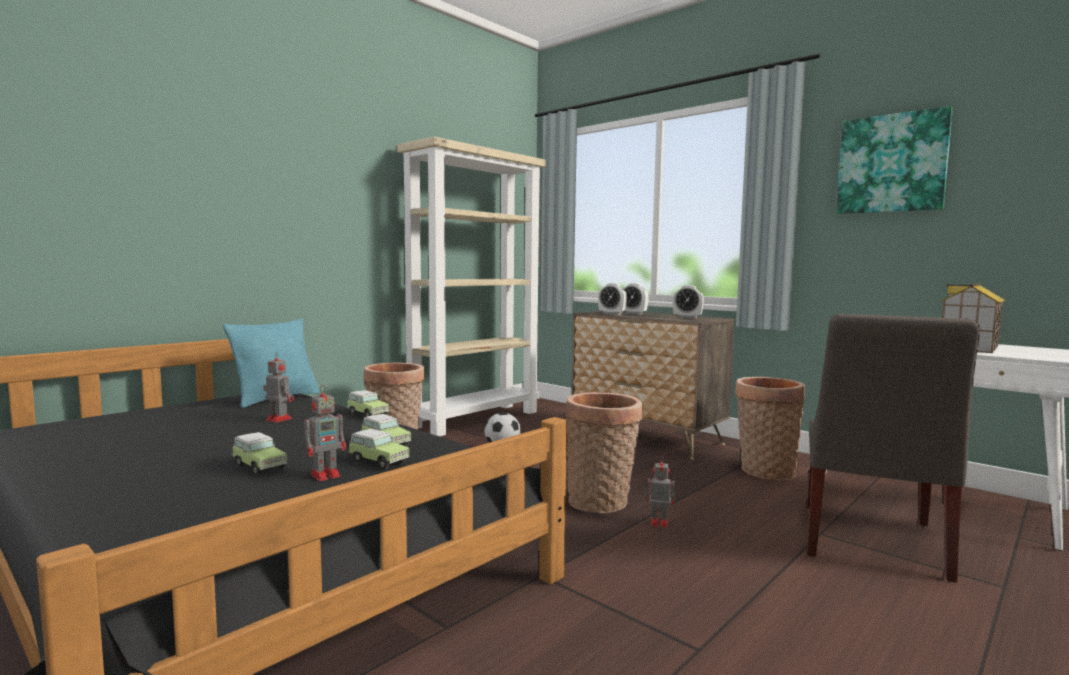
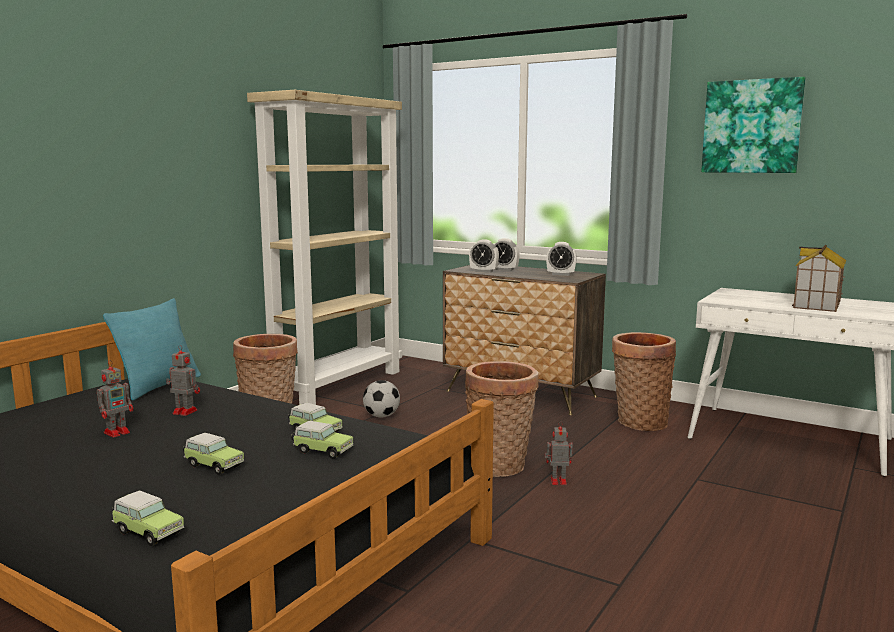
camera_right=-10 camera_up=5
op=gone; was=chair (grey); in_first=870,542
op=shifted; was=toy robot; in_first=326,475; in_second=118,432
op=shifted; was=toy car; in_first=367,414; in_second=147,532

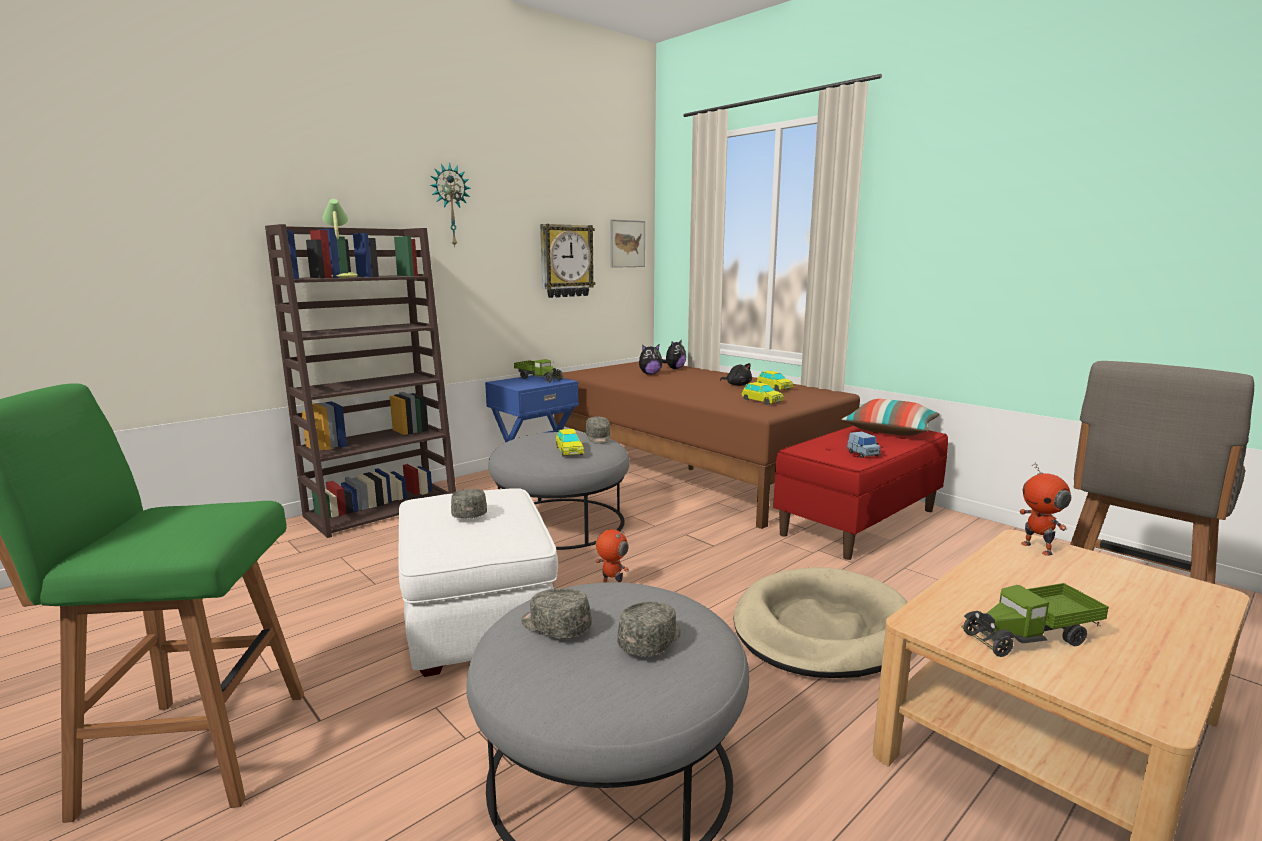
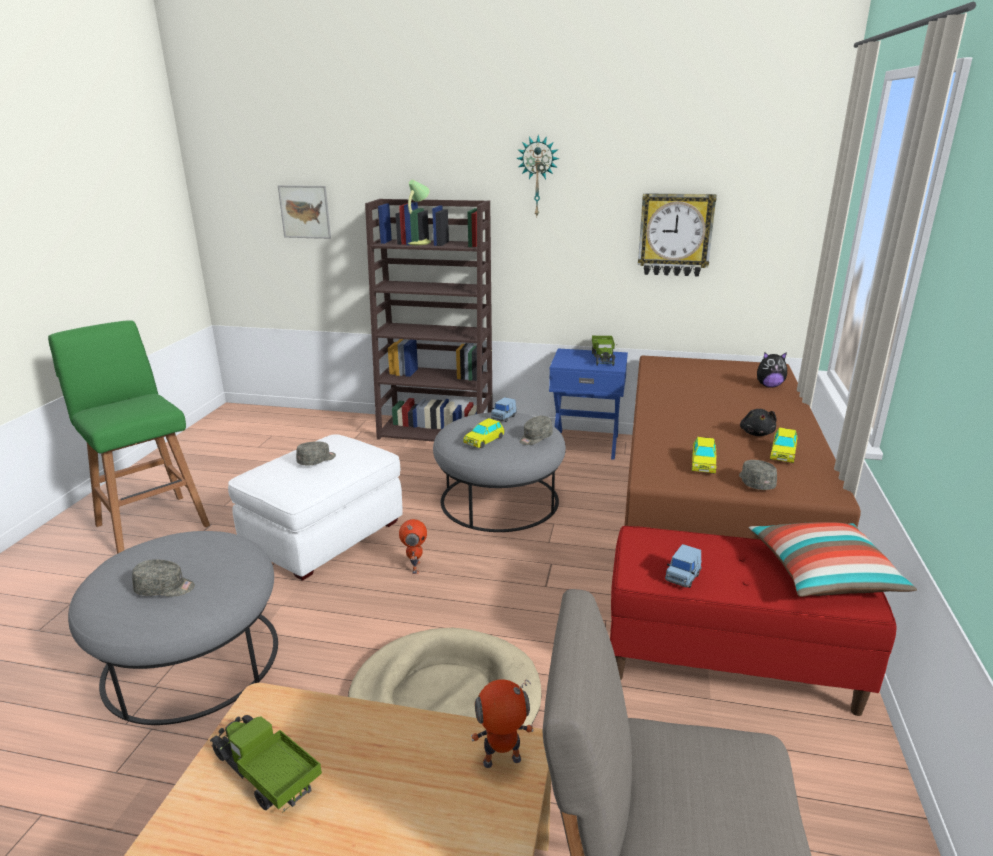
camera_right=55 camera_up=10
op=shifted; was=picture; in_first=627,243; in_second=305,212
op=gone; was=plush toy; in_first=650,374
op=rotated; was=toy robot; in_first=1038,548; in_second=502,762; clockwise=45
op=shifted; was=cap (grey); in_first=554,626; in_second=755,482
op=new; now=toy car (blue); in_second=503,417

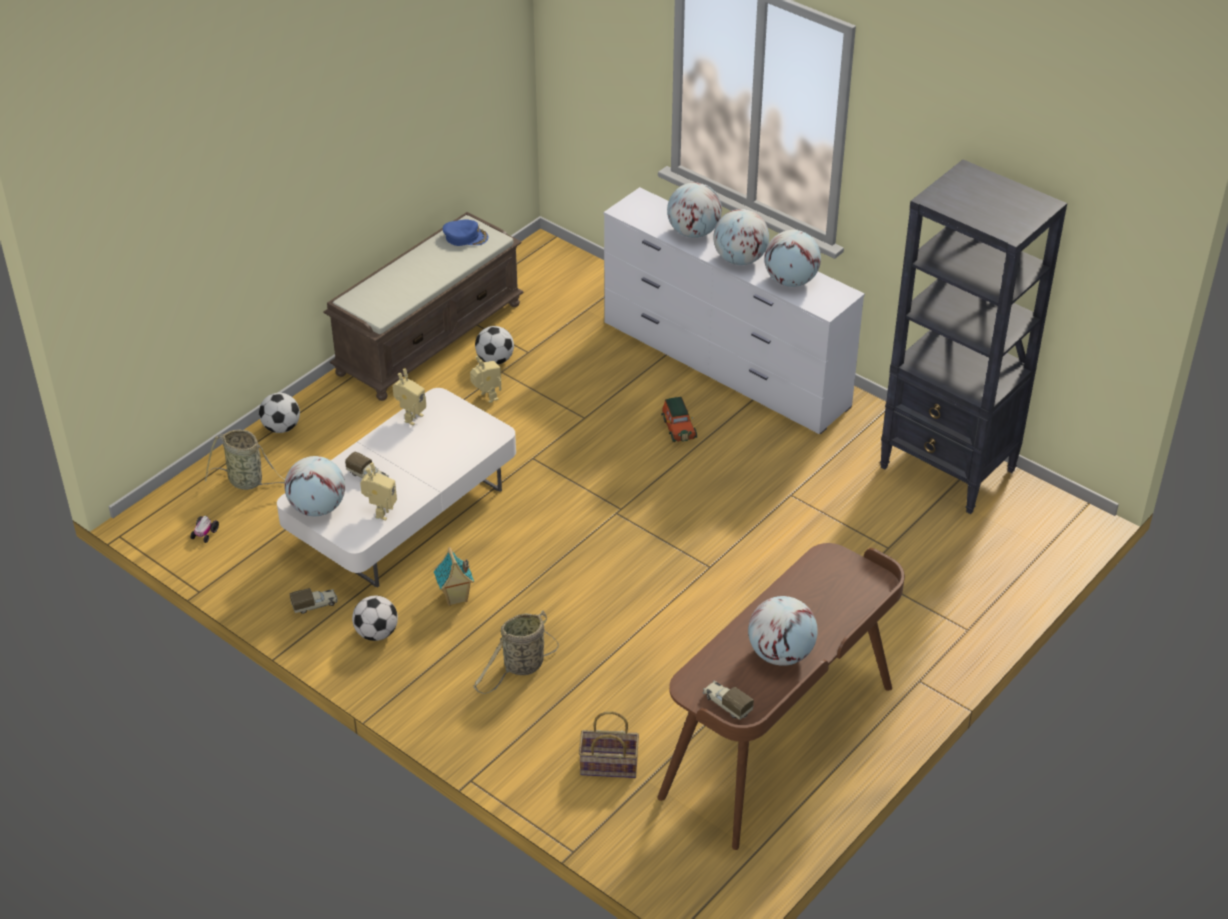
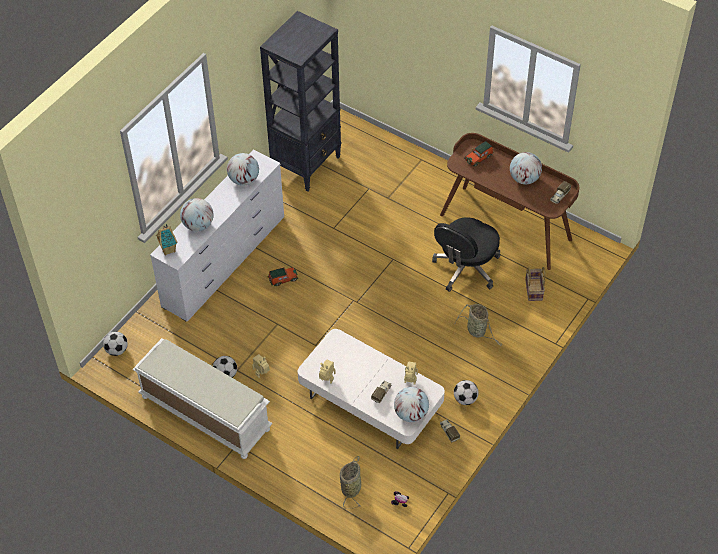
camera_right=-95 camera_up=10
op=gone; was=globe; in_first=740,259
op=repainted; was=bench (brown); now=bench (white); in_first=429,337; in_second=204,413
op=gone; was=cap (blue); in_first=465,237
op=shifted; was=football; in_first=281,427; in_second=117,350
op=shifted; was=toy house; in_first=455,598; in_second=169,250
op=new; now=toy car; in_second=479,158
op=new; now=office chair (black); in_second=465,268

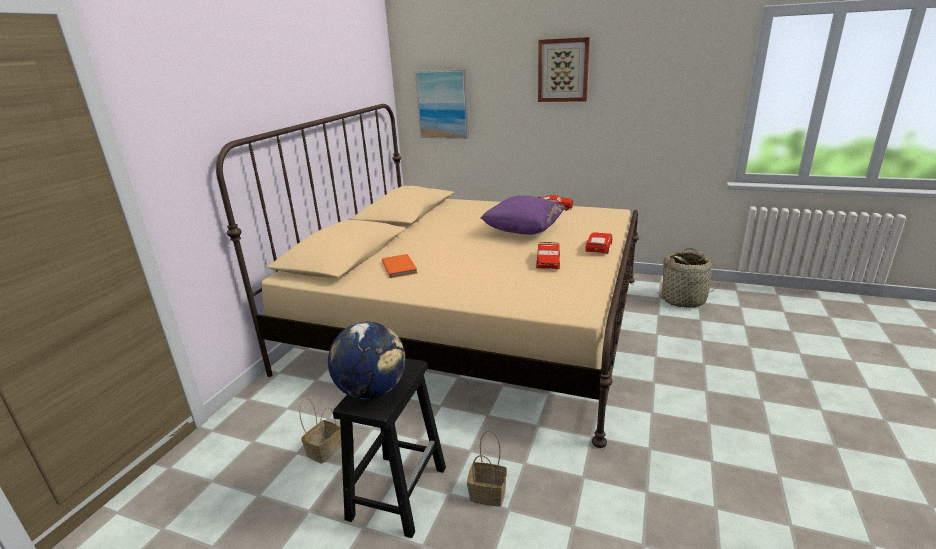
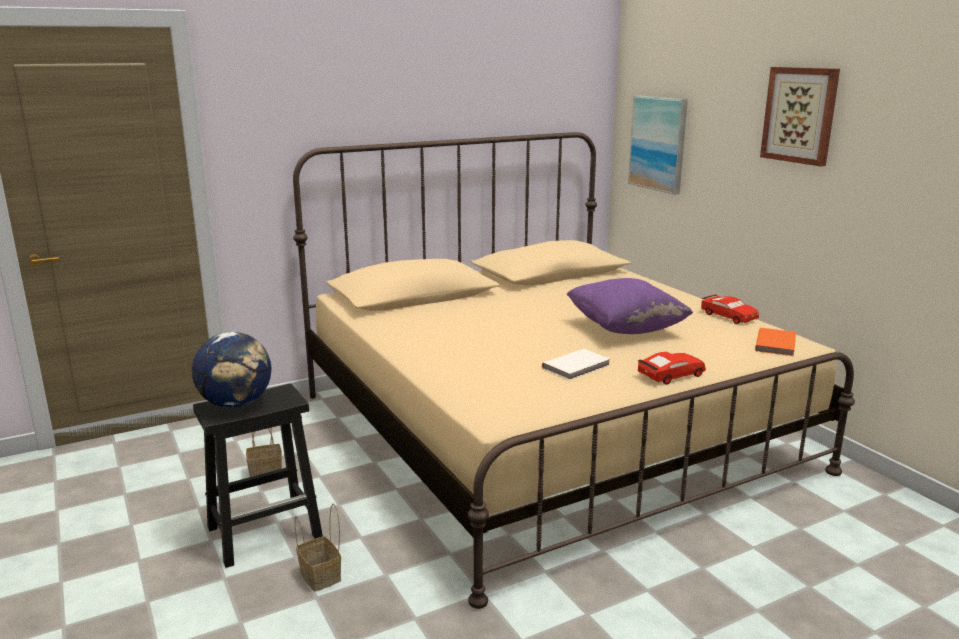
camera_right=40 camera_up=-5
op=swapped; was=toy car (red); now=book (white); in_first=548,262; in_second=578,367
op=gone; was=basket; in_first=684,299
op=shifted; was=book (orange); in_first=400,267; in_second=777,344

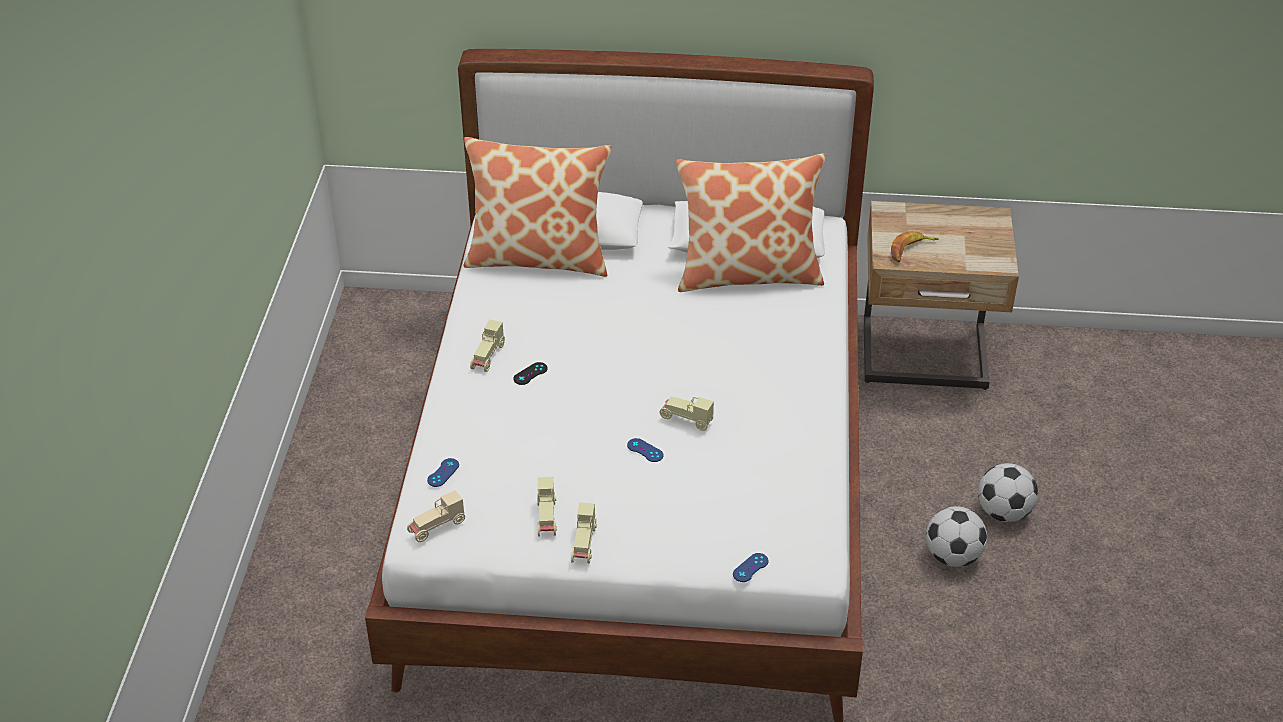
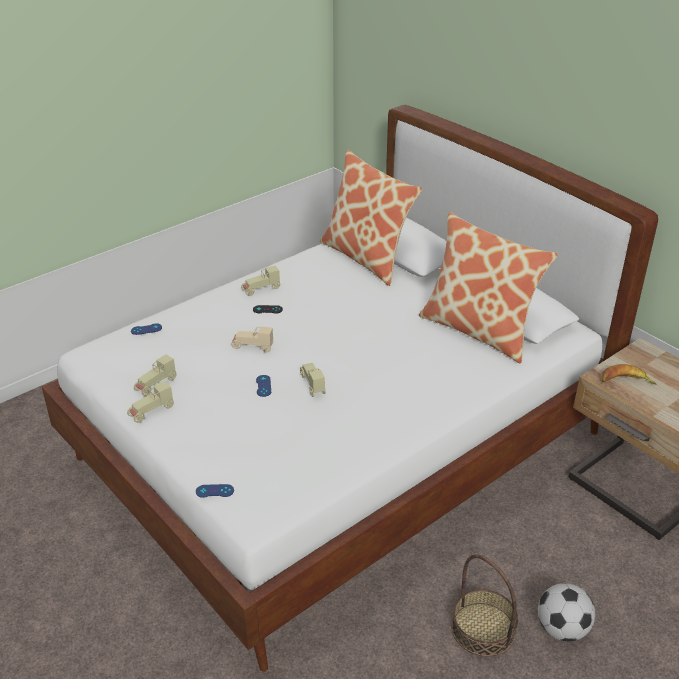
camera_right=45 camera_up=-5
op=shifted; was=toy car (beige); in_first=437,527; in_second=252,347
op=swapped; was=football; now=basket; in_first=952,556; in_second=483,629

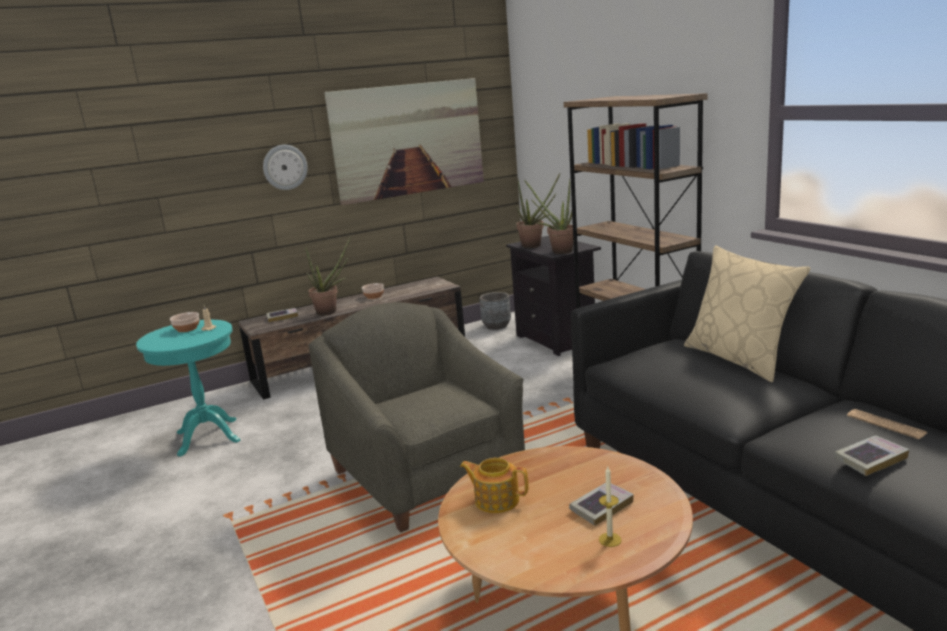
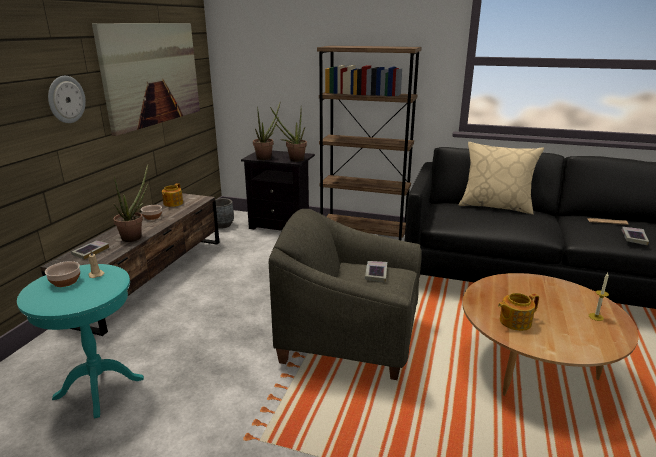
camera_right=-45 camera_up=5
op=shifted; was=book; in_first=601,507; in_second=376,273
op=new; now=teapot; in_second=172,203

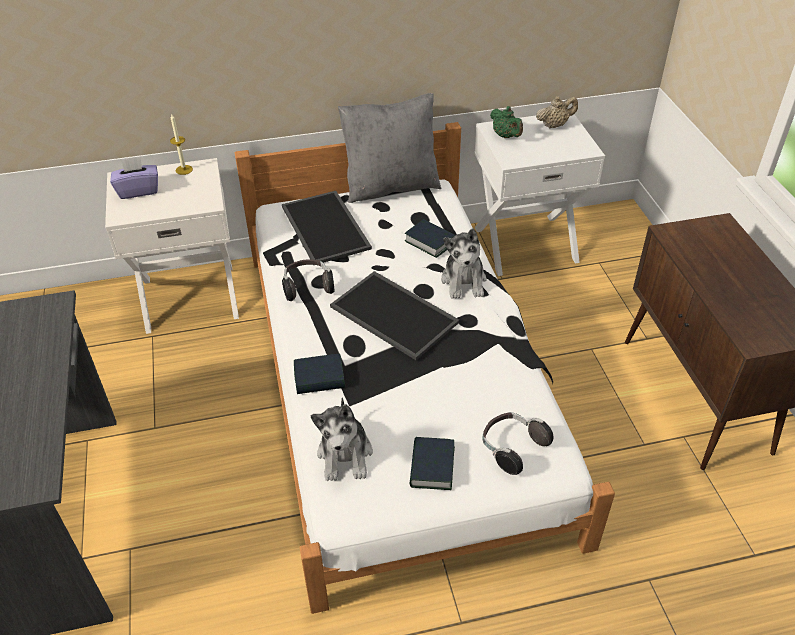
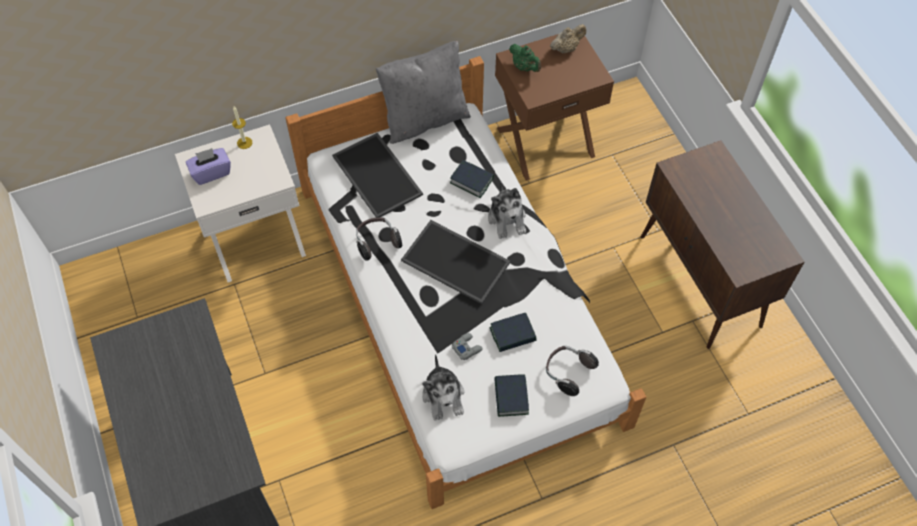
camera_right=-10 camera_up=15
op=repainted; was=nightstand (white); now=nightstand (brown); in_first=525,243; in_second=545,141
op=shifted; was=book; in_first=319,378; in_second=512,335
op=new; now=game controller (grey); in_second=466,348

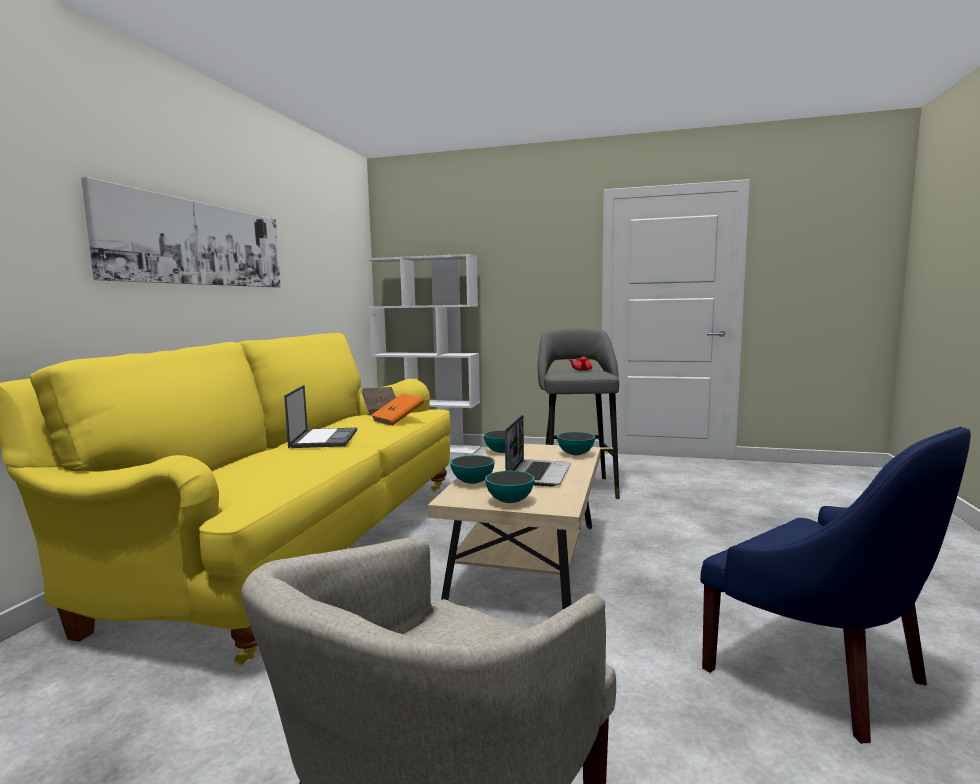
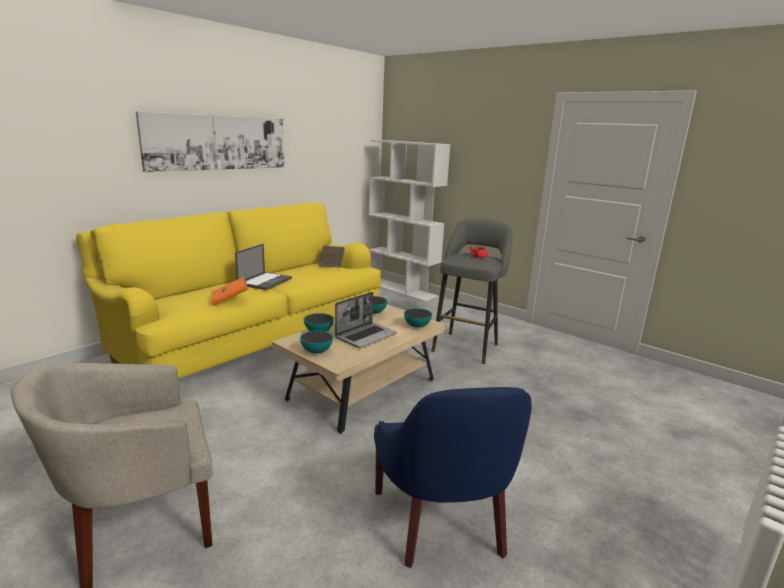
camera_right=25 camera_up=10
op=shifted; was=book (orange); in_first=398,420; in_second=229,300

